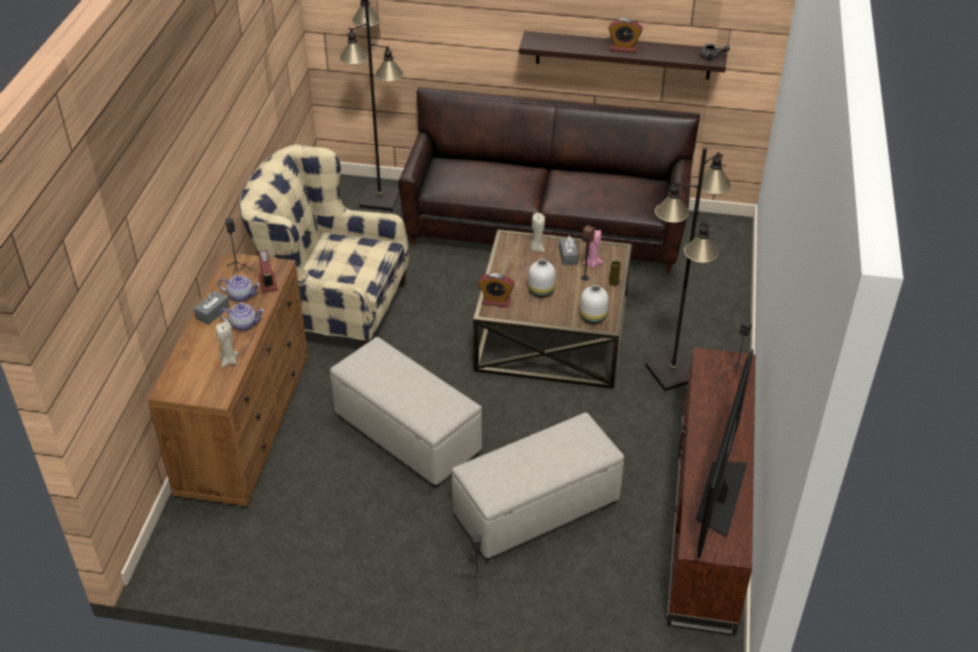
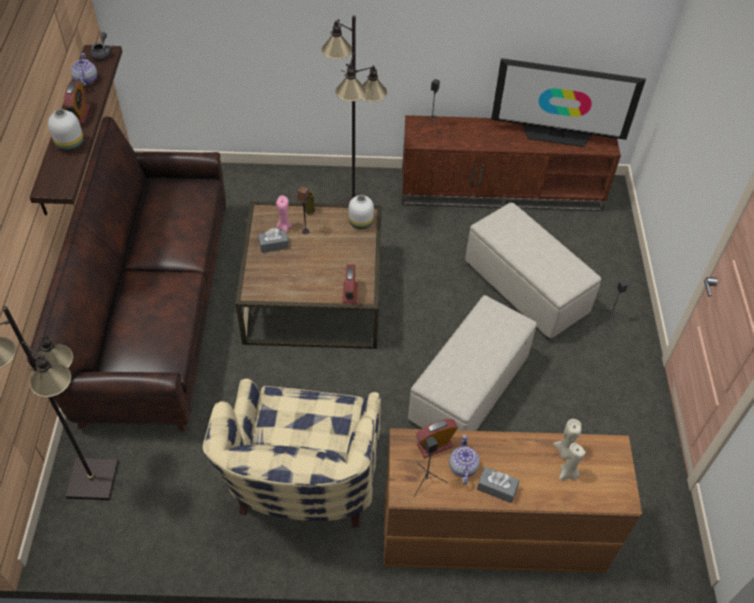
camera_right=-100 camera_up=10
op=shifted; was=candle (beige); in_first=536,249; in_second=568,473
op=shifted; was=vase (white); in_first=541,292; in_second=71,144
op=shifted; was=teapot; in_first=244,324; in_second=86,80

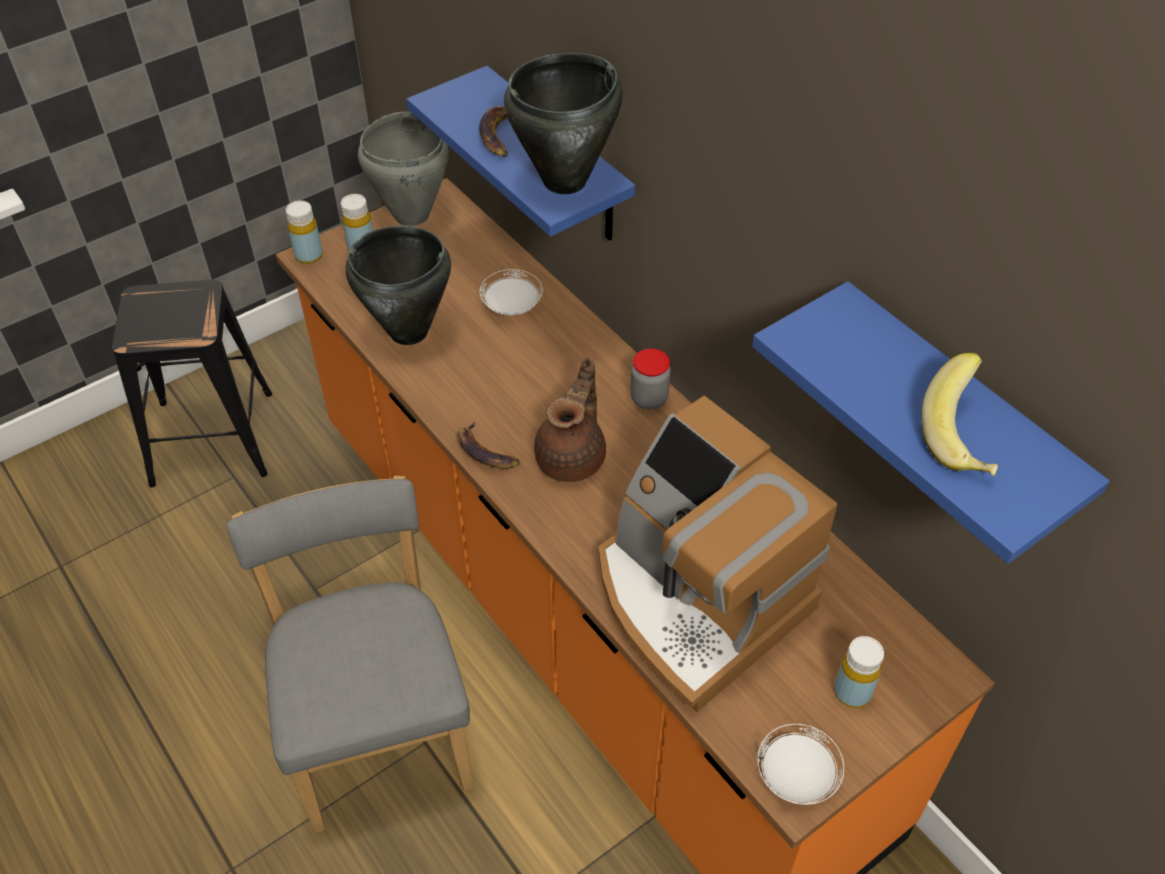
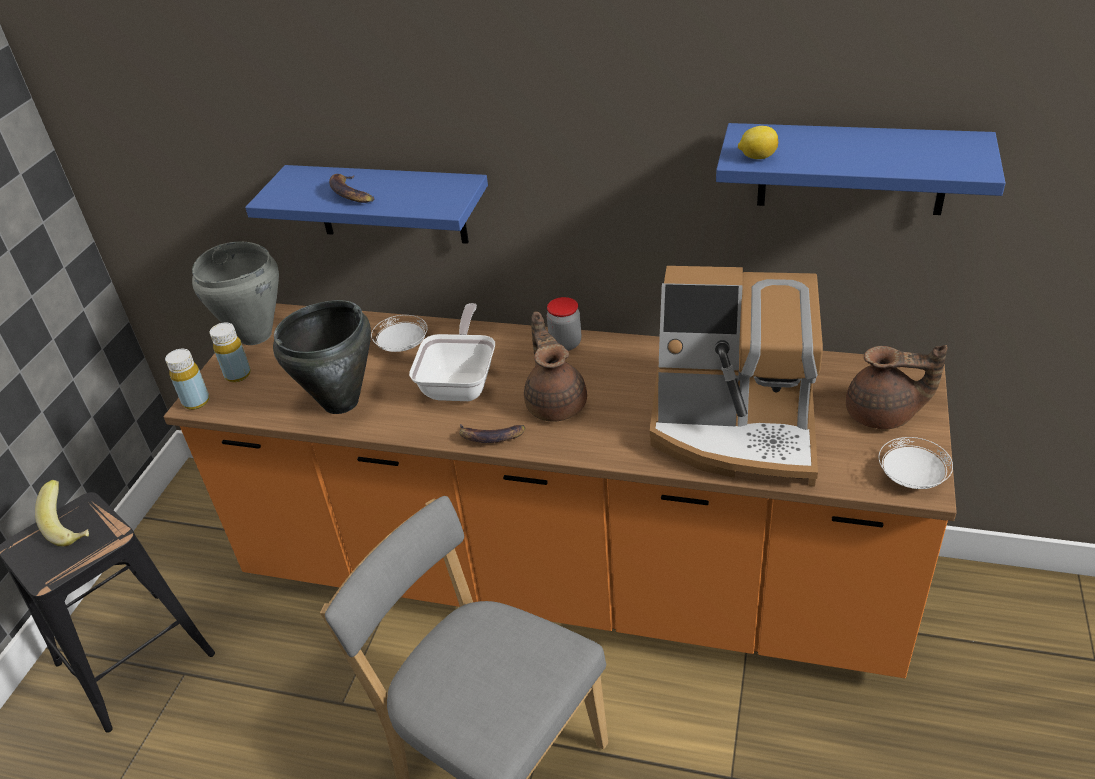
camera_right=-35 camera_up=-10
op=gone; was=cooking pot (black); in_first=566,181
op=shifted; was=banana; in_first=962,438; in_second=72,526
op=swapped; was=bottle (yellow); now=teapot (brown); in_first=852,692; in_second=883,415
op=new; now=lemon; in_second=757,157
op=new; now=frying pan; in_second=461,382

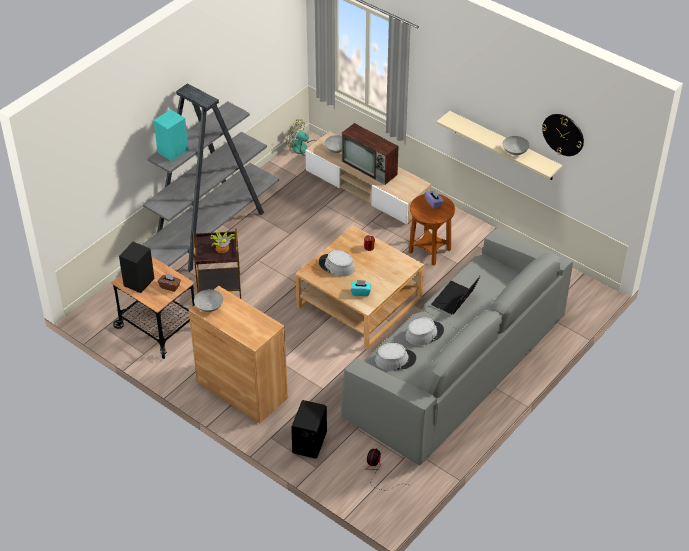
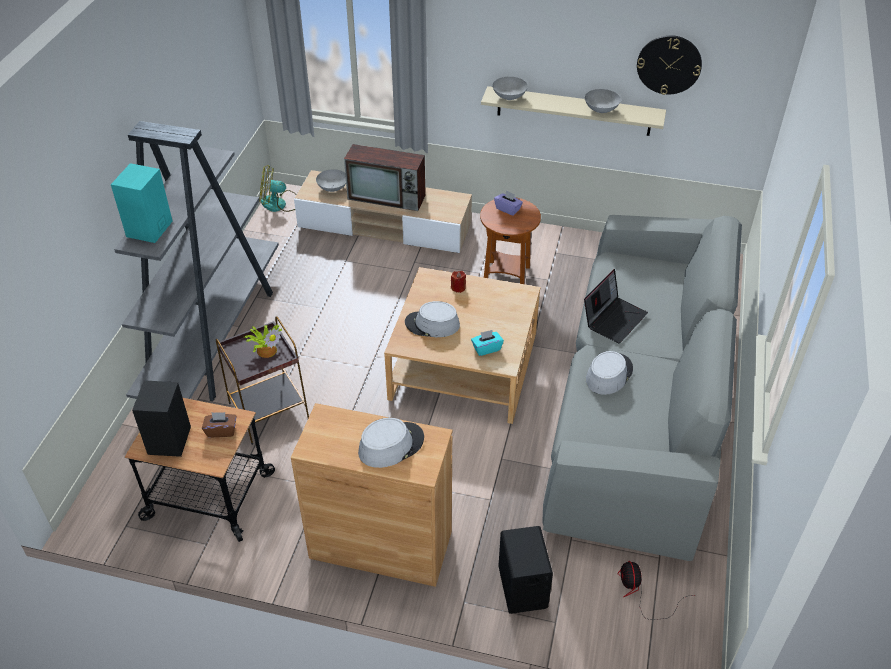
camera_right=-25 camera_up=0
op=rotated; was=laptop; in_first=454,300; in_second=614,318; clockwise=-150
op=shifted; was=bowl (grey); in_first=209,307; in_second=509,97
op=shifted; was=hat (grey); in_first=395,359; in_second=391,445

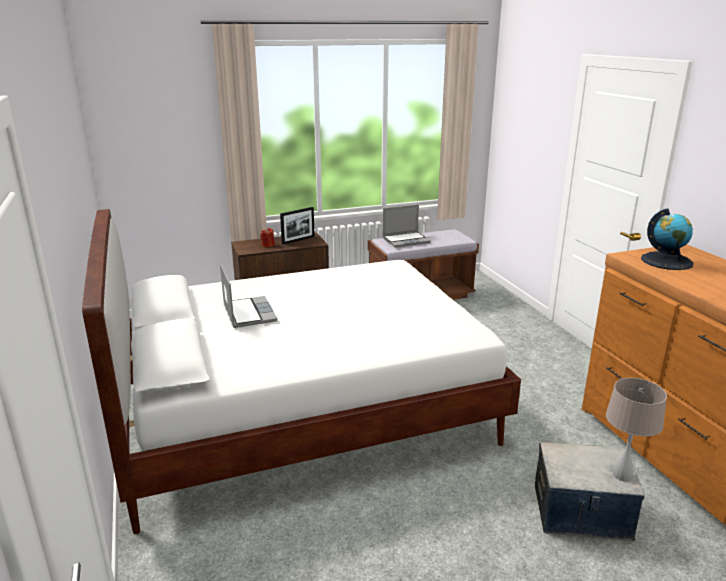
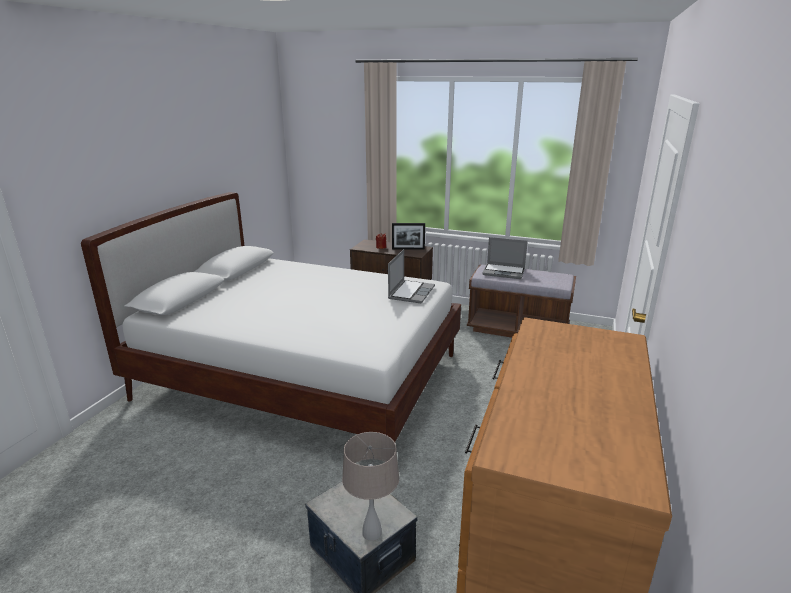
camera_right=40 camera_up=0
op=gone; was=globe; in_first=666,261
op=shifted; was=laptop; in_first=248,313; in_second=411,292

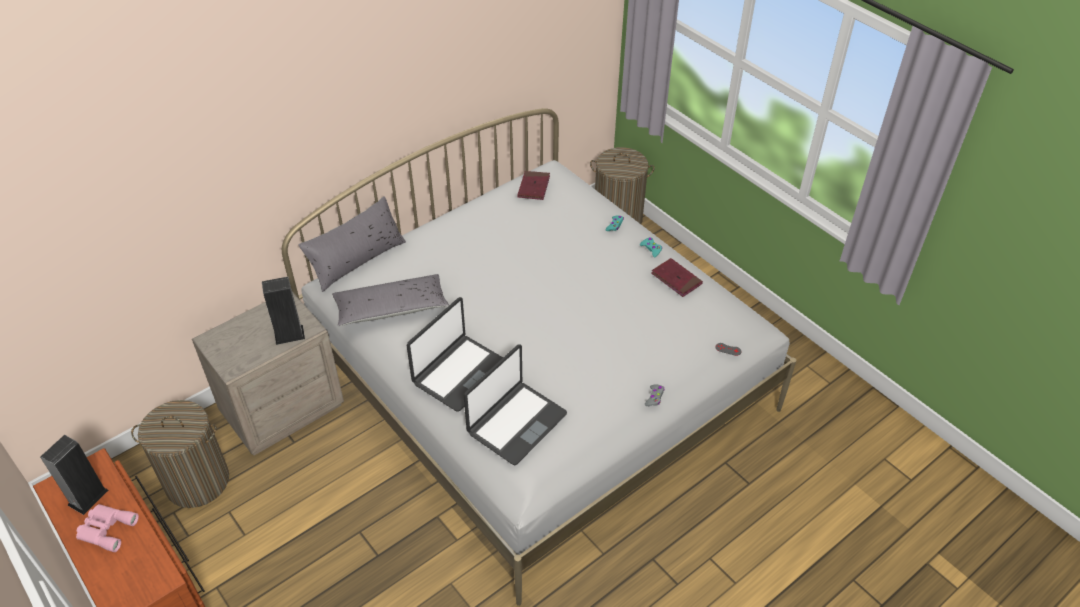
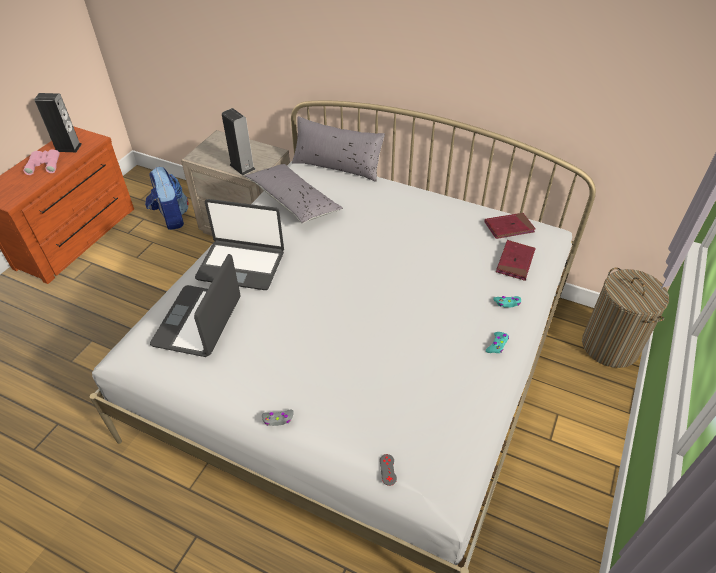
camera_right=65 camera_up=0
op=shifted; was=book (red); in_first=676,279; in_second=515,262
op=rotated; was=laptop; in_first=516,423; in_second=199,322; clockwise=90
op=swapped; was=laundry basket; now=backpack; in_first=197,481; in_second=171,218

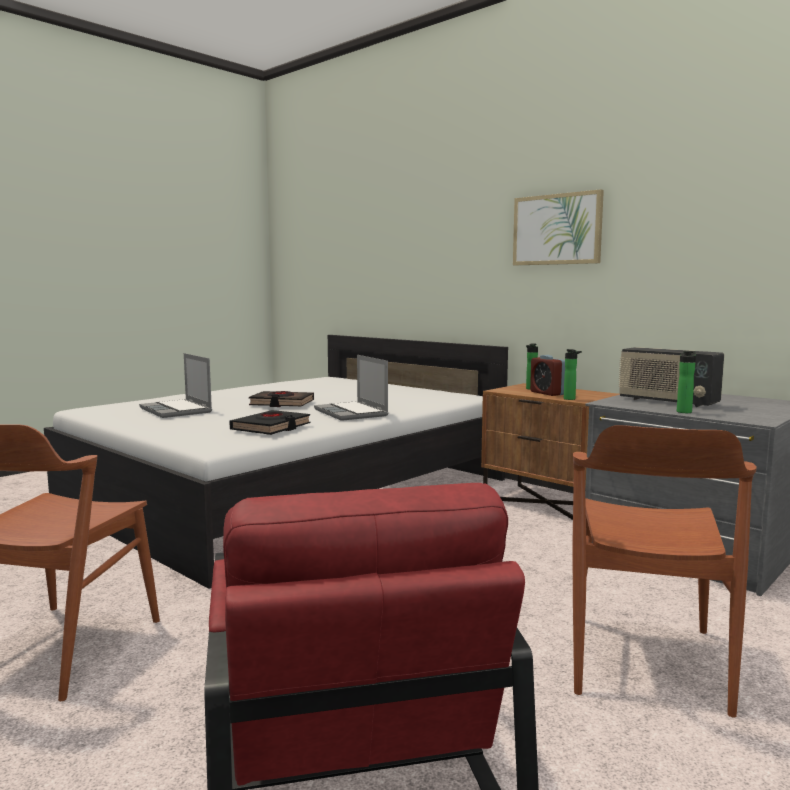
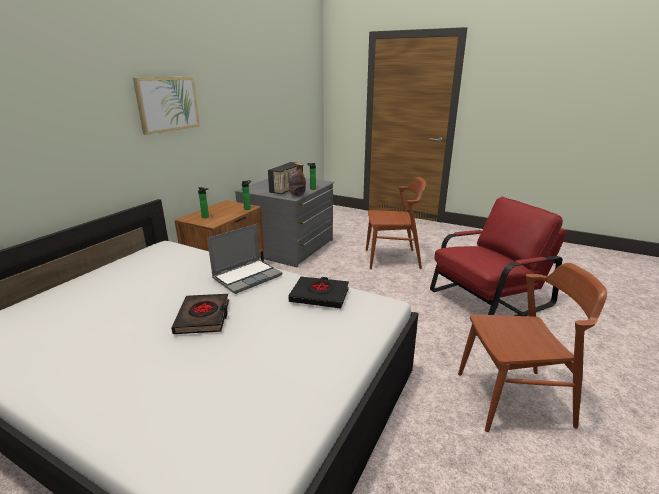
camera_right=-105 camera_up=15
op=gone; was=laptop; in_first=177,410
op=gone; was=alarm clock; in_first=547,393
op=new; now=bottle; in_second=297,195

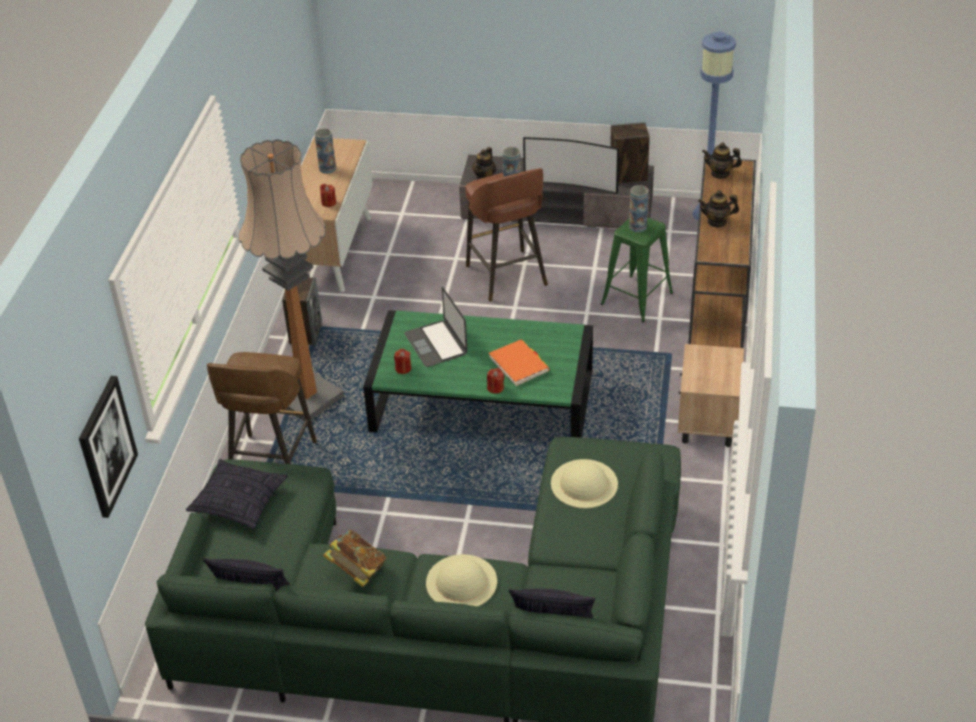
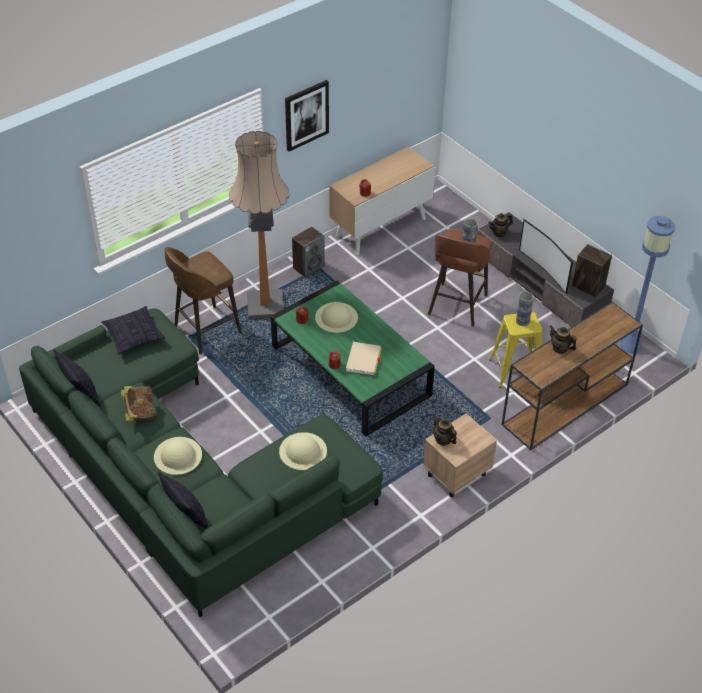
camera_right=40 camera_up=5
op=gone; was=vase; in_first=327,168
op=shifted; was=teapot; in_first=720,173; in_second=443,439
op=repainted; was=stool (green); now=stool (yellow); in_first=637,298; in_second=515,370
op=swapped; was=laptop; now=hat (beige); in_first=436,344; in_second=336,317
op=repainted; was=book (orange); now=book (beige); in_first=518,365; in_second=363,360
op=shifted; was=picture; in_first=106,446; in_second=306,115

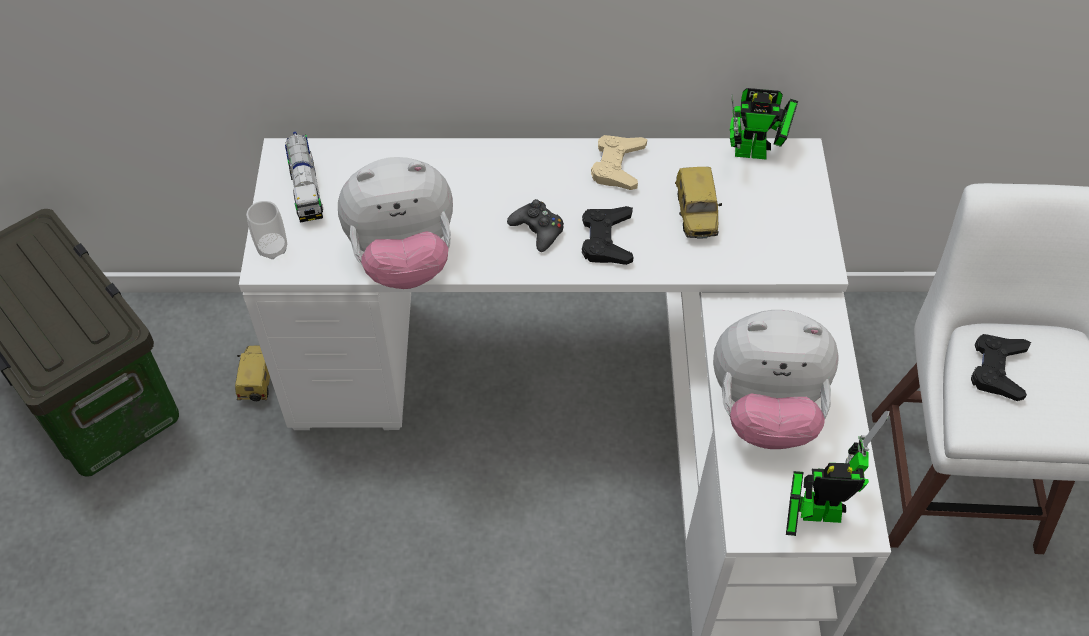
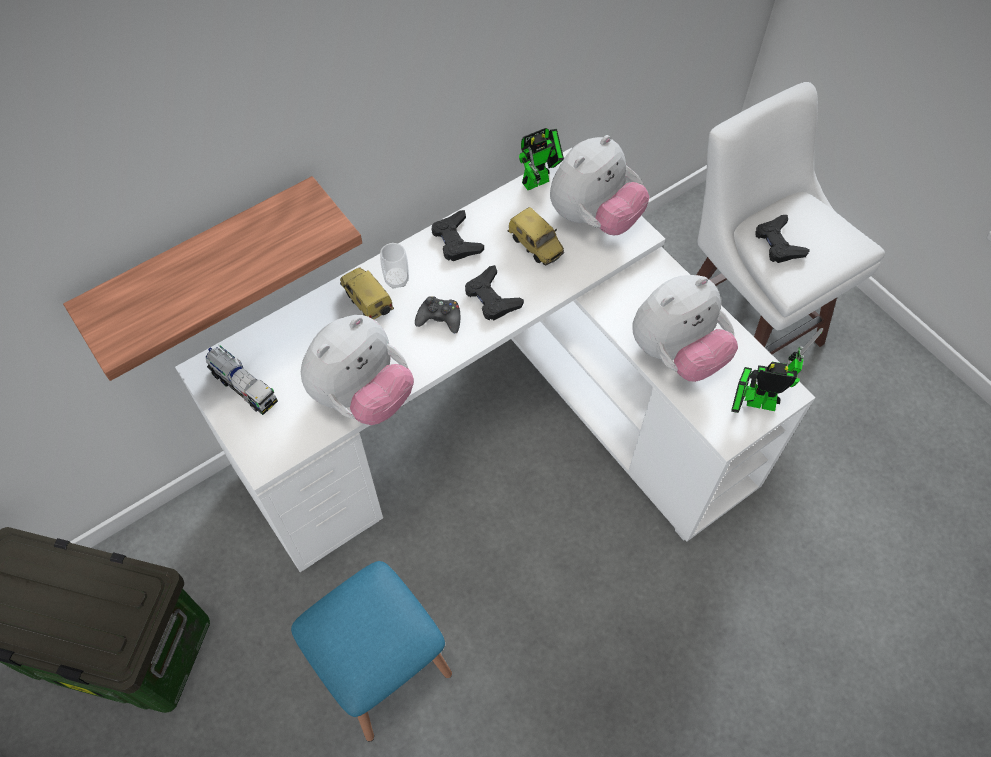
camera_right=-35 camera_up=5
op=repainted; was=game controller (beige); now=game controller (black); in_first=617,166; in_second=456,240
op=shifted; was=cup; in_first=272,248; in_second=397,279
op=shifted; was=toy car; in_first=257,380; in_second=366,302
op=rotated; was=toy robot; in_first=814,513; in_second=756,401; clockwise=45
op=new; now=plush toy; in_second=594,218
op=new; now=shelf; in_second=204,263
op=new; now=stool (blue); in_second=381,666

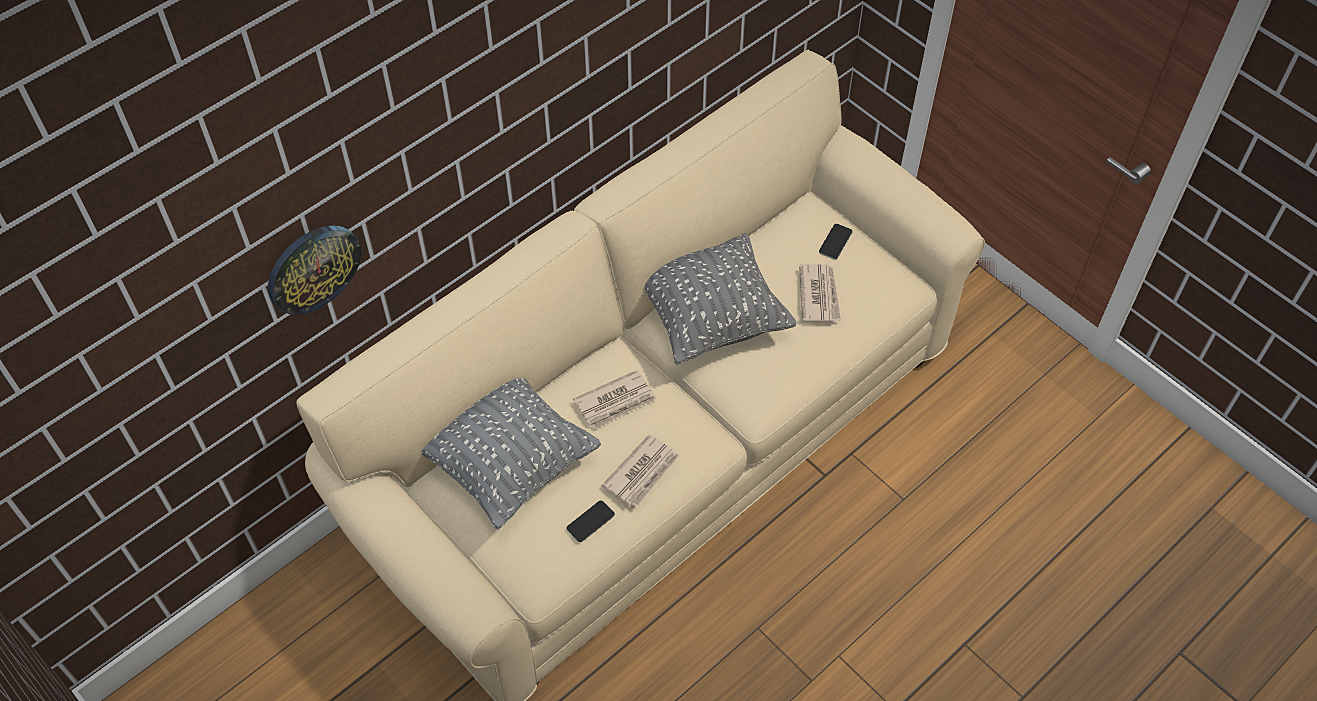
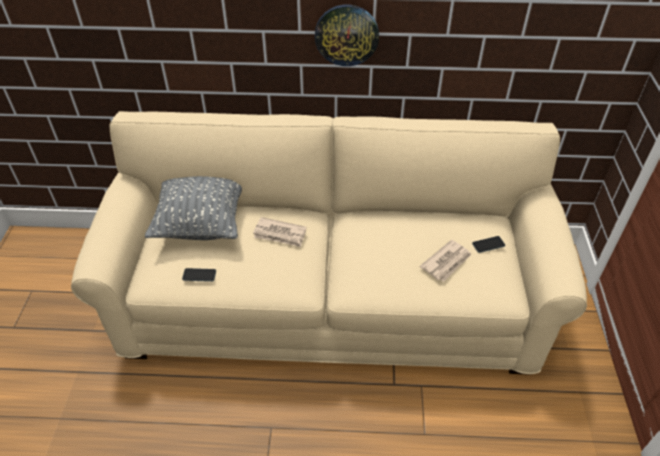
camera_right=45 camera_up=-10
op=shifted; was=wall clock; in_first=313,268; in_second=346,35
op=gone; was=pillow (grey); in_first=712,318
op=gone; was=newspaper; in_first=643,472

